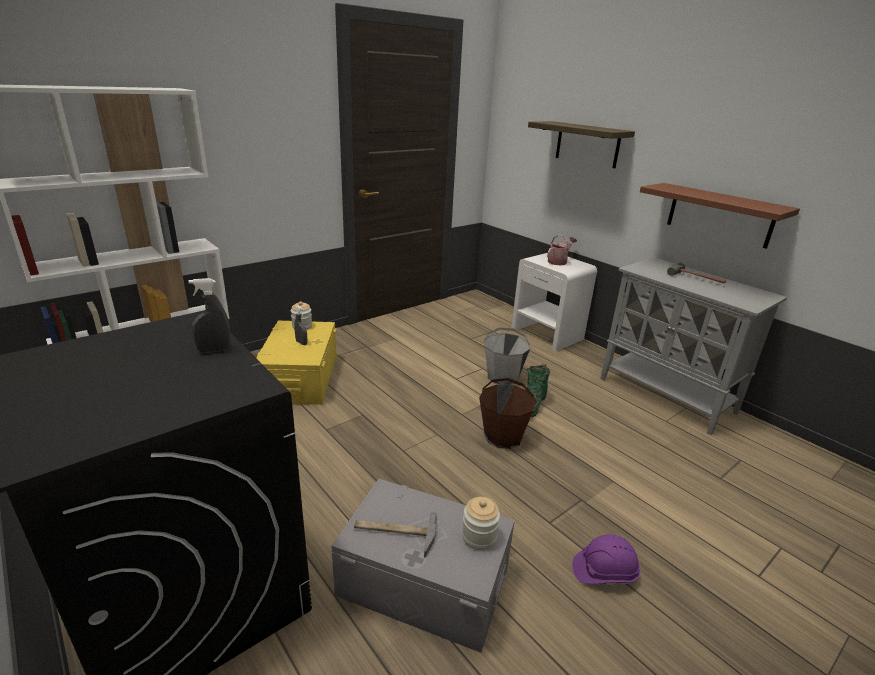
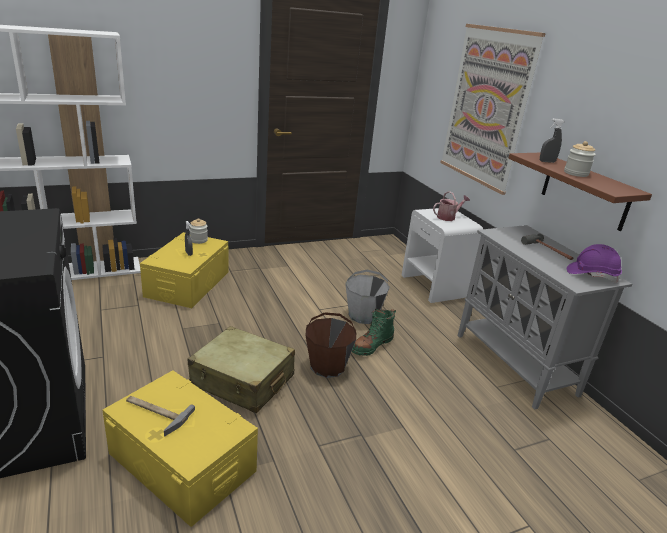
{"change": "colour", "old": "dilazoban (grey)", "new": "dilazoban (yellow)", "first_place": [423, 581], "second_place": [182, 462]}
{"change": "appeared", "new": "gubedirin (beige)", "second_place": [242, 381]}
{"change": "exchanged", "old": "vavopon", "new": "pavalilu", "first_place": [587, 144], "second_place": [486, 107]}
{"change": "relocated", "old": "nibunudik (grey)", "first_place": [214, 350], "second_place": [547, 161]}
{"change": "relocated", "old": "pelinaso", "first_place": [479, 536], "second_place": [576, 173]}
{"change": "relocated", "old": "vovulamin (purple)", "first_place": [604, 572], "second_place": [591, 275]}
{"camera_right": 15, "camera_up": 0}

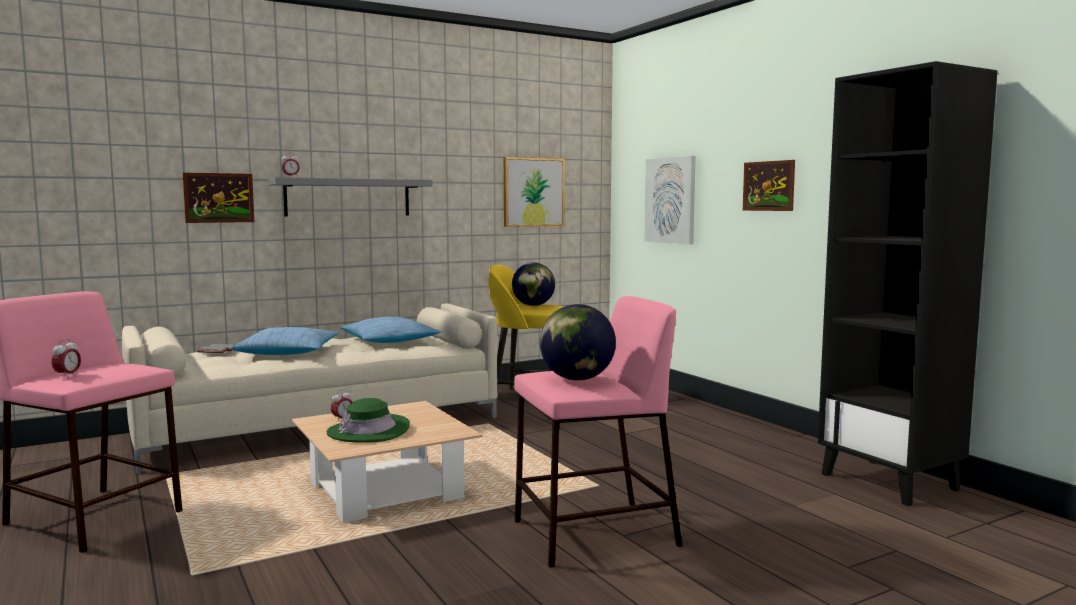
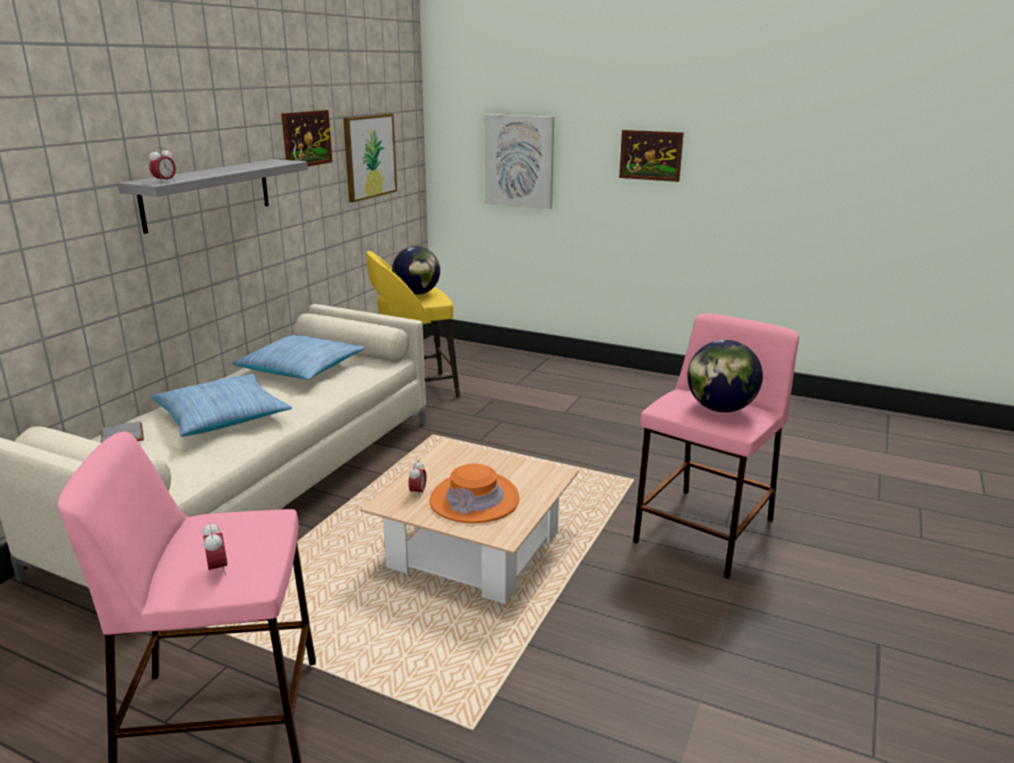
{"change": "relocated", "old": "pavalilu", "first_place": [219, 197], "second_place": [306, 139]}
{"change": "colour", "old": "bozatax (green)", "new": "bozatax (orange)", "first_place": [369, 431], "second_place": [474, 500]}
{"change": "missing", "old": "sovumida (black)", "first_place": [890, 482]}
{"camera_right": -35, "camera_up": 15}

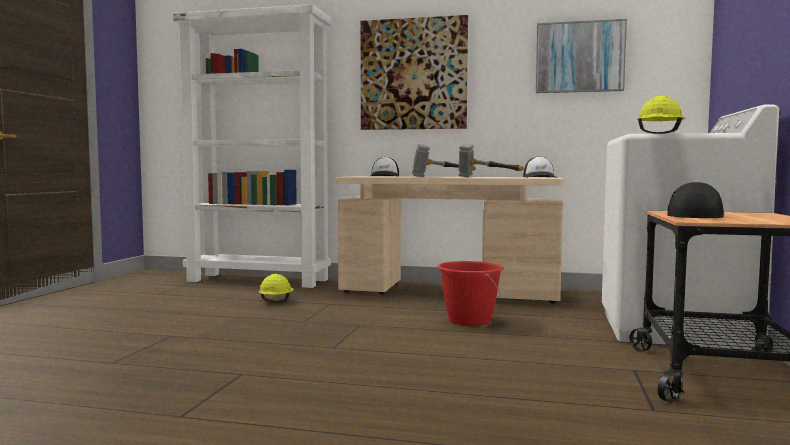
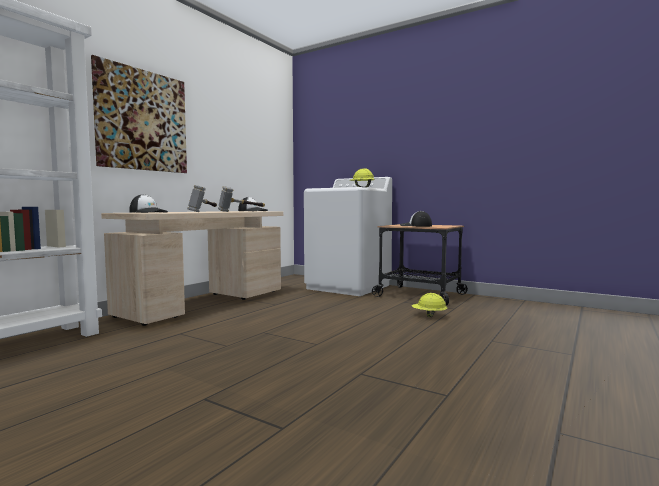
{"change": "relocated", "old": "vovulamin (yellow)", "first_place": [276, 301], "second_place": [429, 316]}
{"change": "missing", "old": "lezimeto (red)", "first_place": [469, 321]}
{"change": "missing", "old": "pavalilu", "first_place": [579, 57]}
{"camera_right": -70, "camera_up": 0}

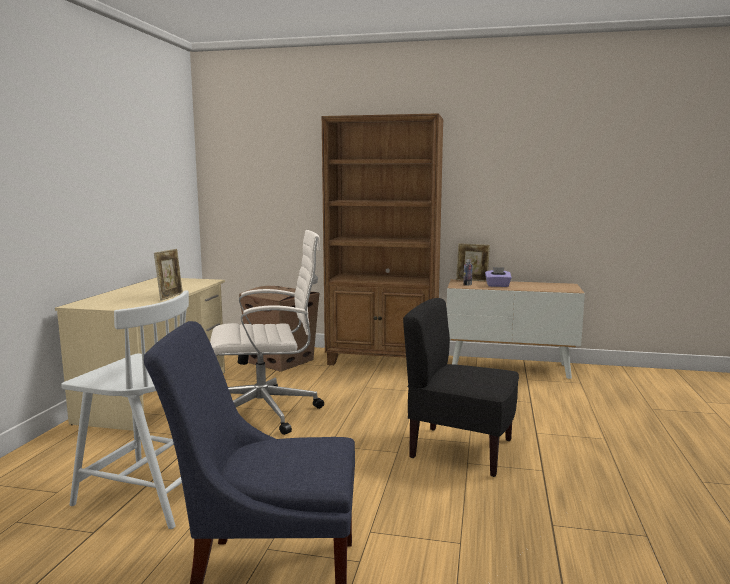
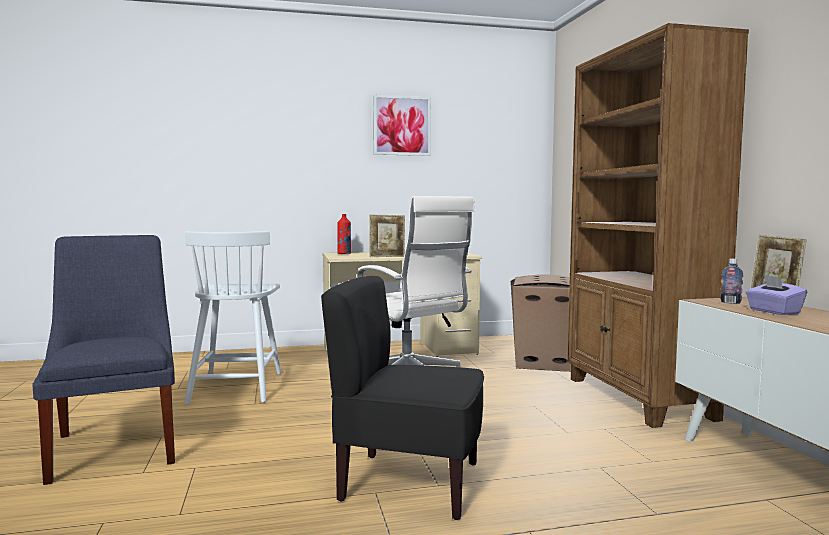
{"change": "spun", "old": "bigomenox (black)", "first_place": [460, 450], "second_place": [410, 483], "degrees": -75}
{"change": "appeared", "new": "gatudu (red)", "second_place": [344, 254]}
{"change": "appeared", "new": "pavalilu", "second_place": [402, 126]}
{"camera_right": 65, "camera_up": -5}

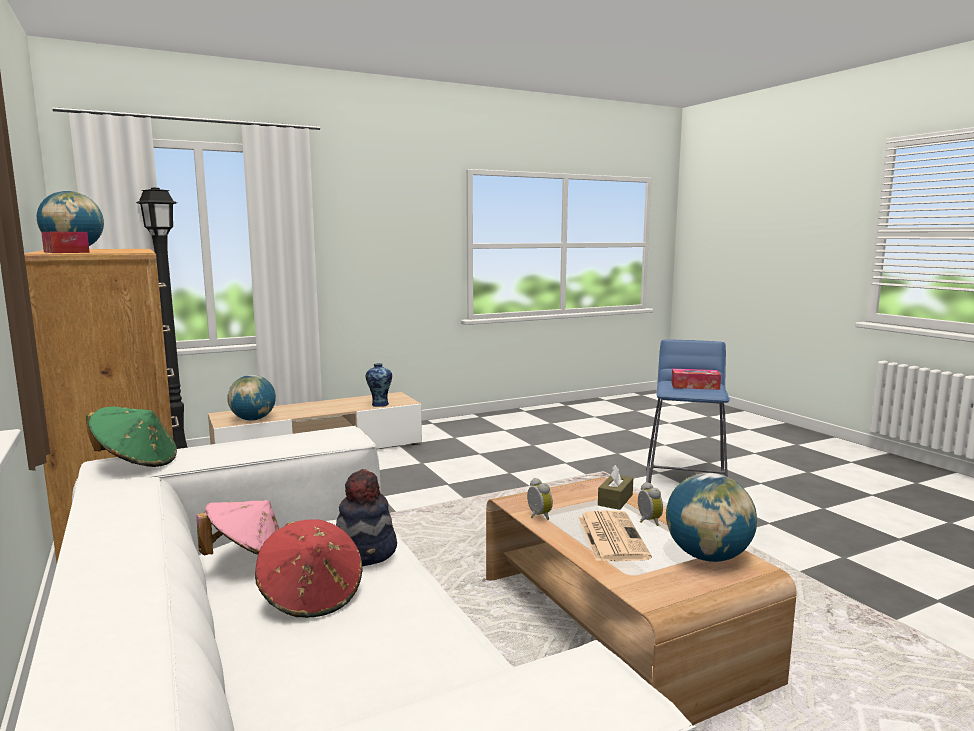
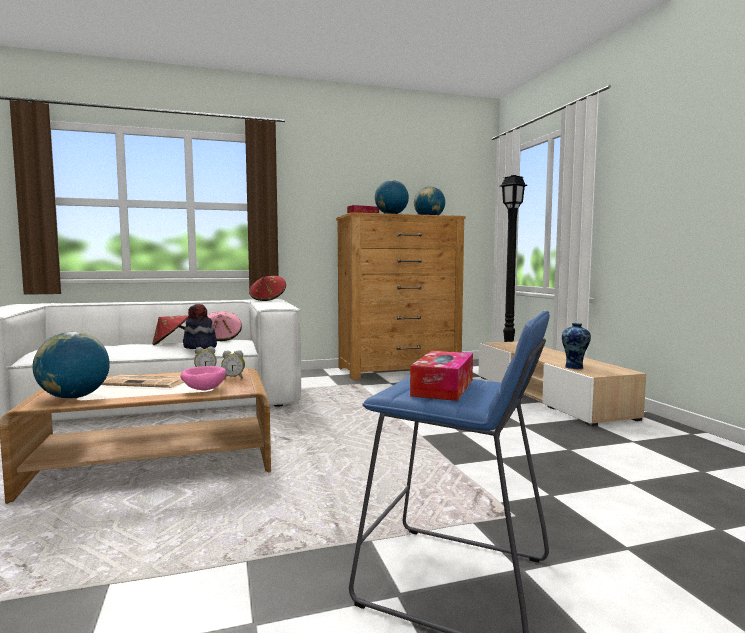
{"change": "exchanged", "old": "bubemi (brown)", "new": "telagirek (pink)", "first_place": [615, 500], "second_place": [203, 389]}
{"change": "relocated", "old": "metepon", "first_place": [647, 521], "second_place": [233, 378]}
{"change": "colour", "old": "bozatax (green)", "new": "bozatax (red)", "first_place": [136, 463], "second_place": [268, 299]}
{"change": "relocated", "old": "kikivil", "first_place": [253, 419], "second_place": [391, 214]}
{"camera_right": 100, "camera_up": -5}

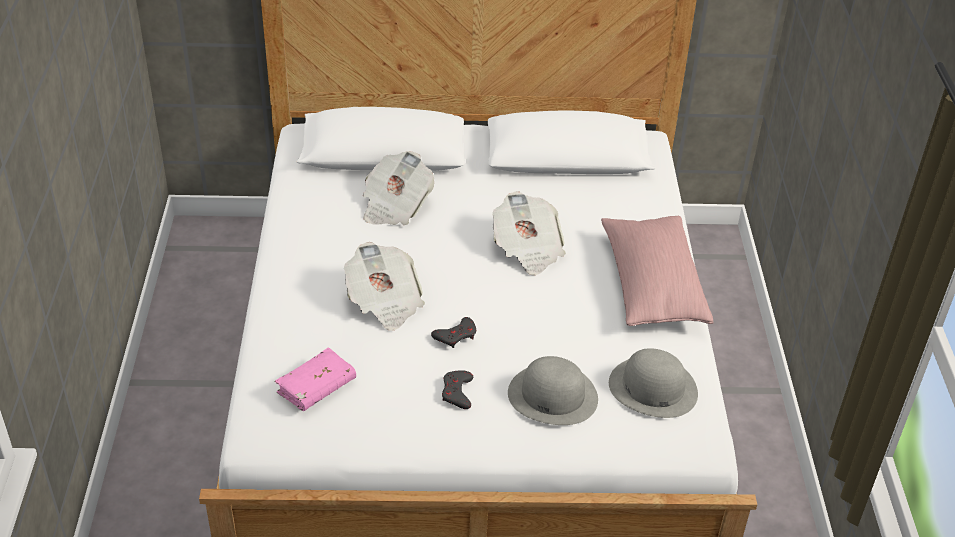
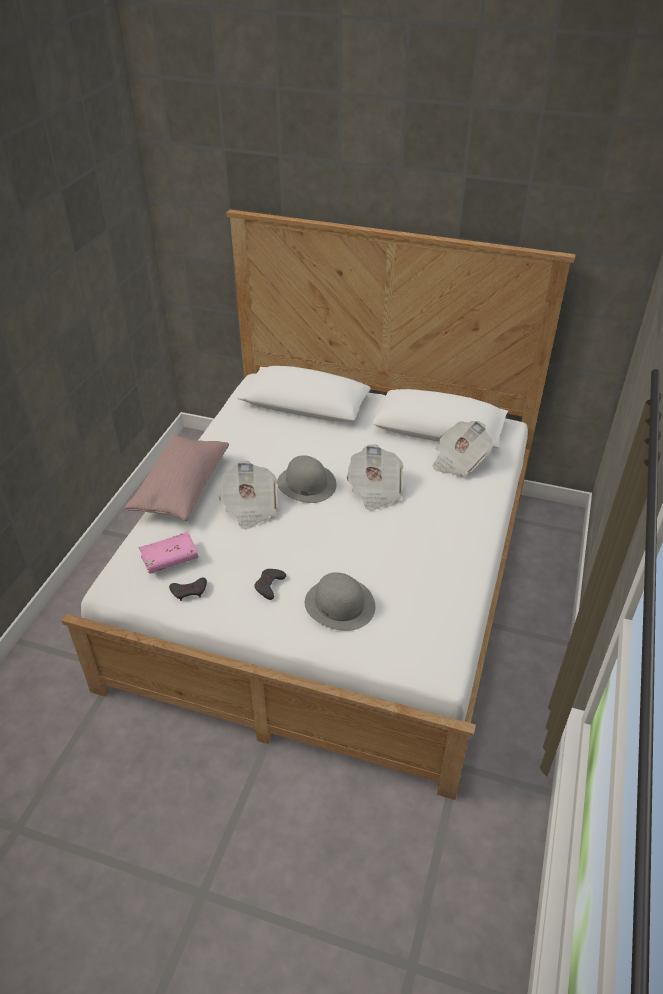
{"change": "relocated", "old": "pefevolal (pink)", "first_place": [652, 286], "second_place": [181, 488]}
{"change": "relocated", "old": "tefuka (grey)", "first_place": [456, 336], "second_place": [189, 591]}
{"change": "relocated", "old": "bozatax (grey)", "first_place": [652, 388], "second_place": [306, 483]}
{"change": "relocated", "old": "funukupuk", "first_place": [395, 206], "second_place": [459, 461]}
{"camera_right": 20, "camera_up": 0}

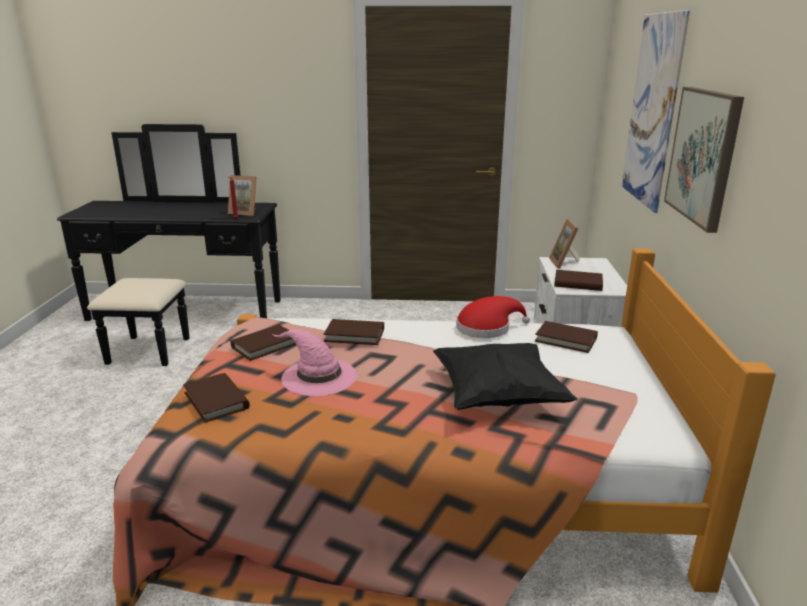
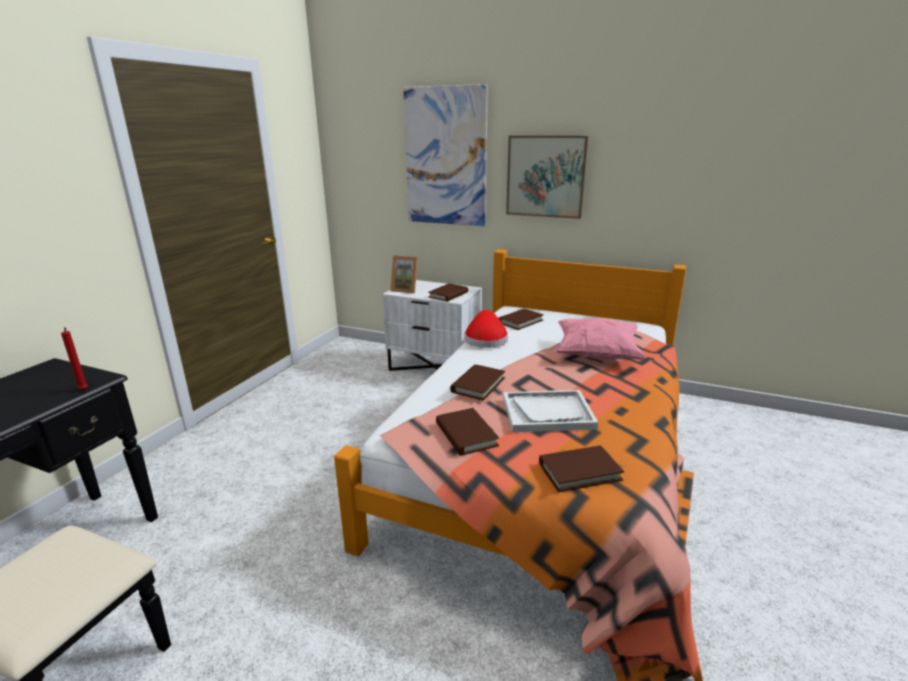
{"change": "exchanged", "old": "bozatax (pink)", "new": "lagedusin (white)", "first_place": [318, 376], "second_place": [548, 413]}
{"change": "colour", "old": "pefevolal (black)", "new": "pefevolal (pink)", "first_place": [498, 397], "second_place": [596, 355]}
{"change": "missing", "old": "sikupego", "first_place": [245, 212]}
{"camera_right": -70, "camera_up": 0}

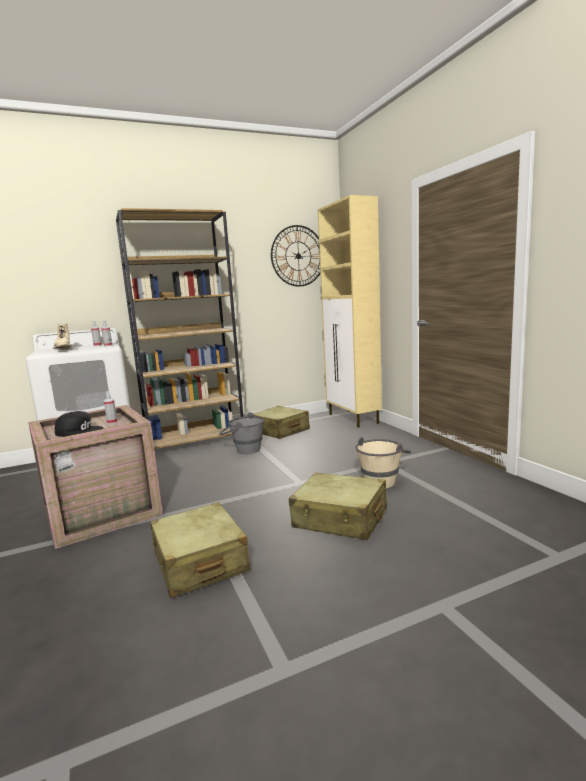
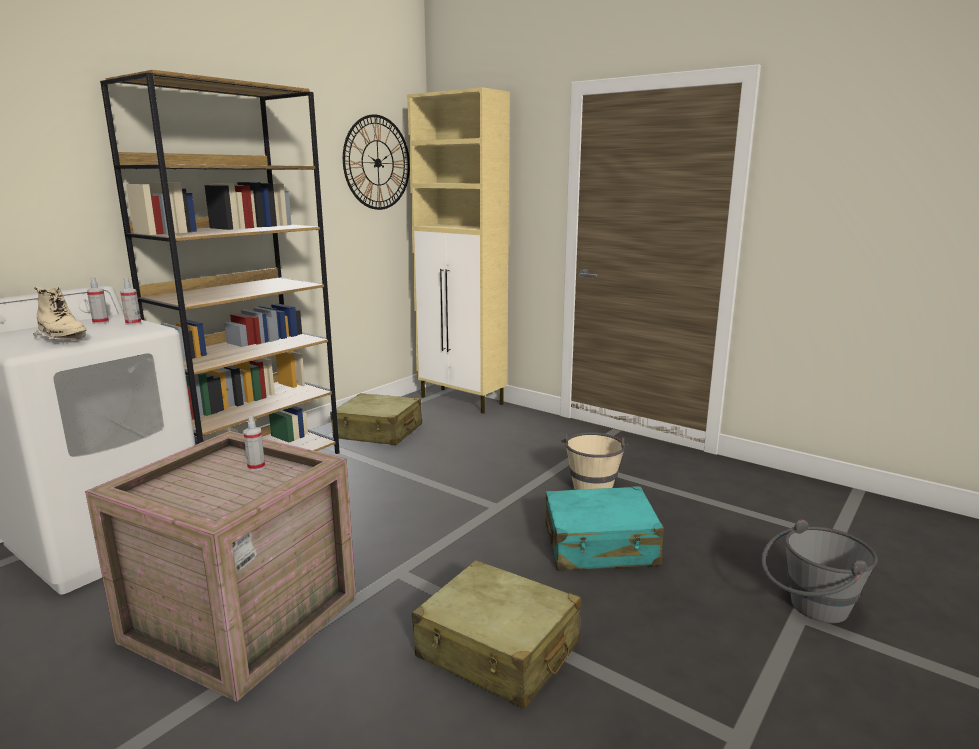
{"change": "colour", "old": "gubedirin (beige)", "new": "gubedirin (turquoise)", "first_place": [340, 519], "second_place": [600, 545]}
{"change": "relocated", "old": "lezimeto (grey)", "first_place": [243, 449], "second_place": [810, 609]}
{"change": "missing", "old": "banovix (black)", "first_place": [79, 431]}
{"camera_right": -30, "camera_up": 5}

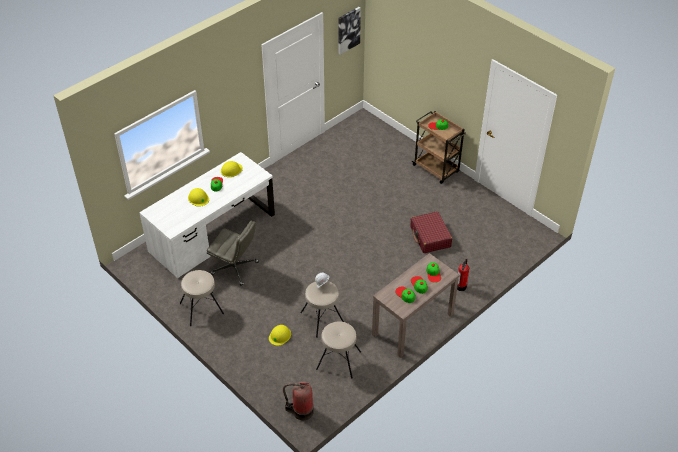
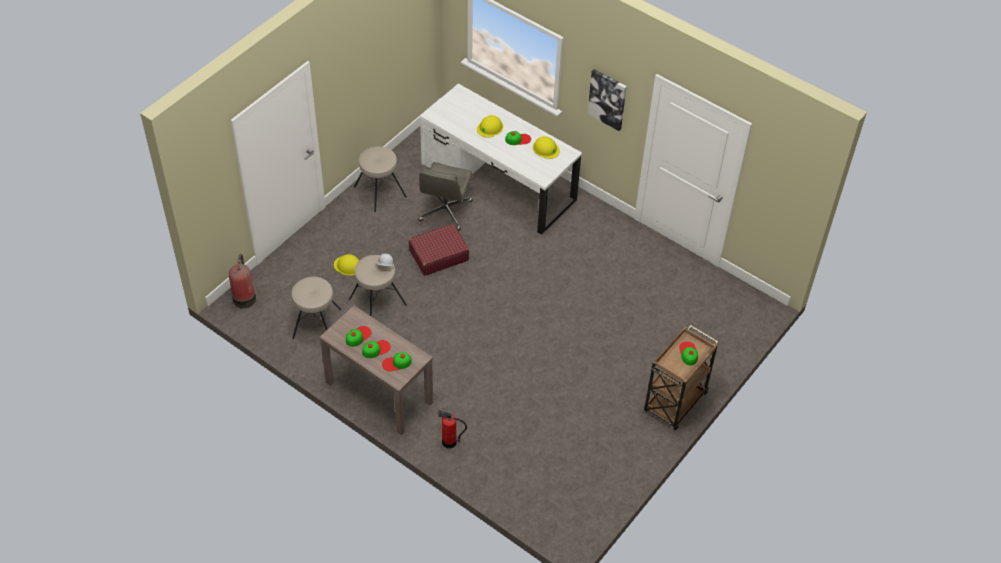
{"change": "relocated", "old": "gubedirin (red)", "first_place": [430, 237], "second_place": [438, 255]}
{"change": "relocated", "old": "pavalilu", "first_place": [348, 30], "second_place": [607, 99]}
{"camera_right": 80, "camera_up": 5}

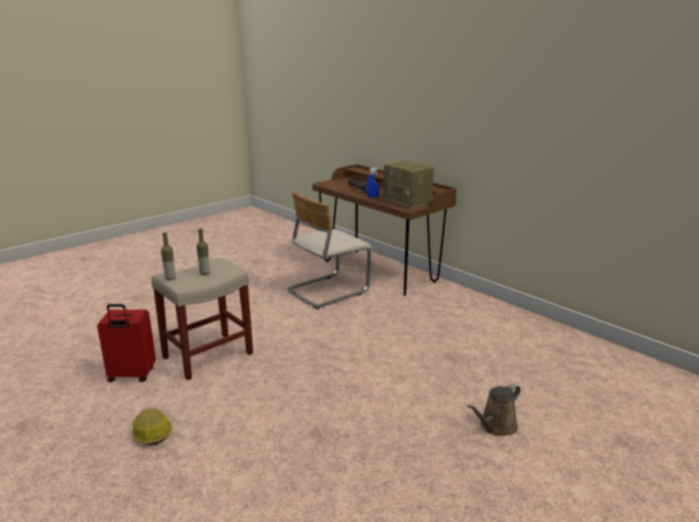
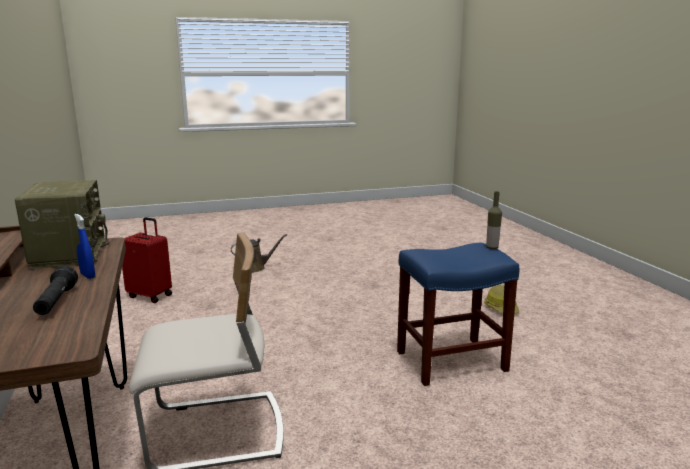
{"change": "relocated", "old": "gubedirin (red)", "first_place": [131, 376], "second_place": [151, 295]}
{"change": "colour", "old": "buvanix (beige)", "new": "buvanix (blue)", "first_place": [209, 355], "second_place": [450, 361]}
{"change": "missing", "old": "gatudu", "first_place": [204, 273]}
{"camera_right": -155, "camera_up": -5}

